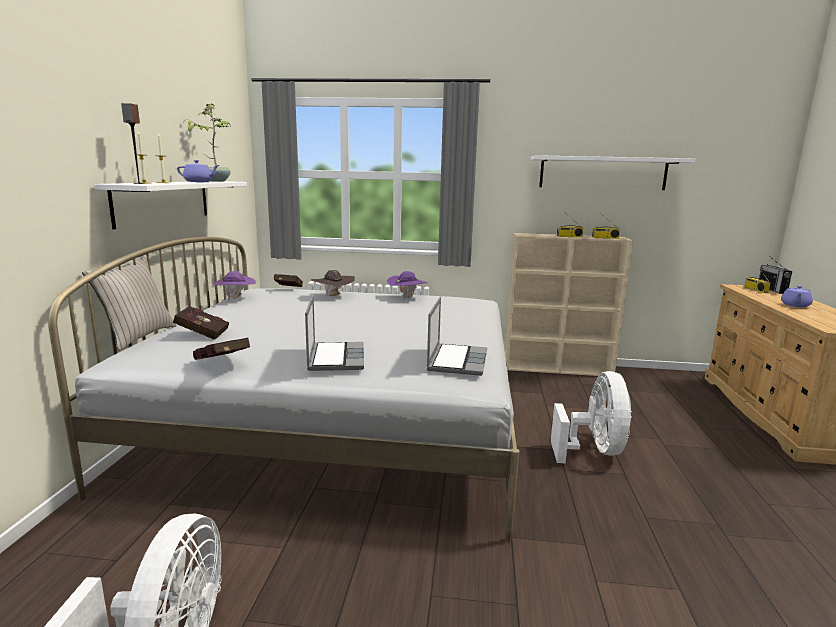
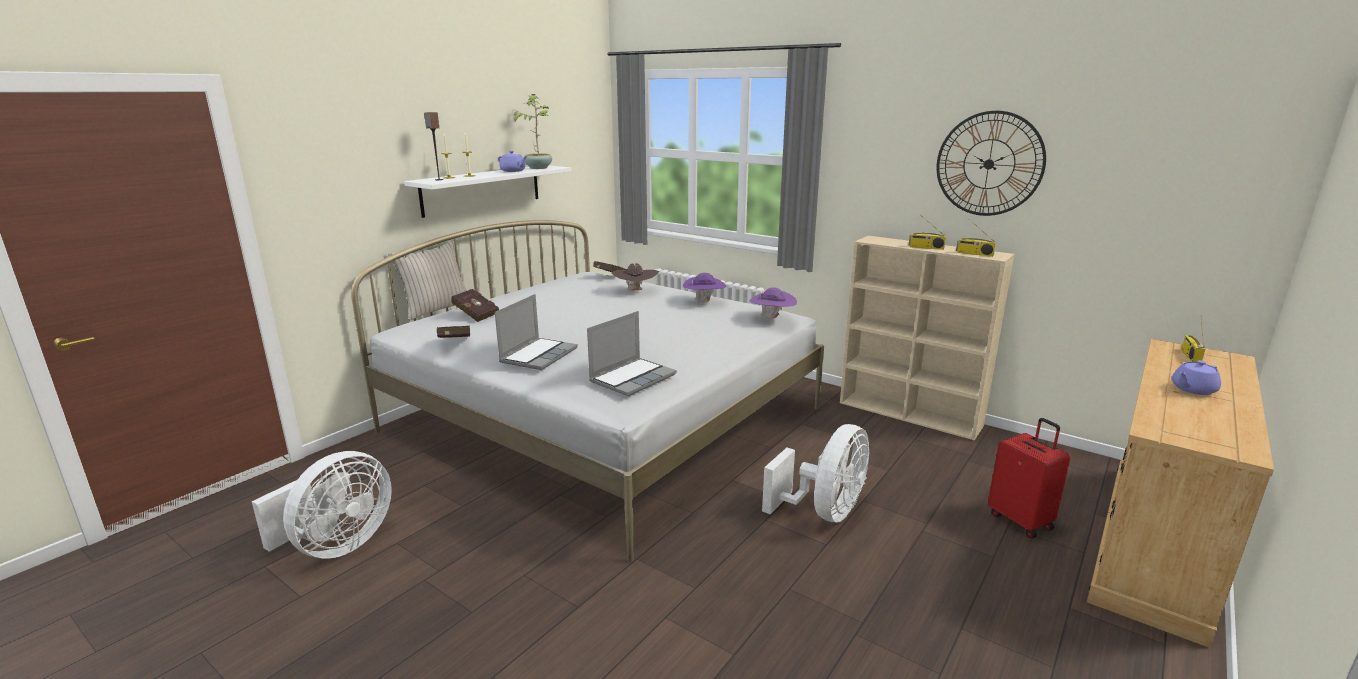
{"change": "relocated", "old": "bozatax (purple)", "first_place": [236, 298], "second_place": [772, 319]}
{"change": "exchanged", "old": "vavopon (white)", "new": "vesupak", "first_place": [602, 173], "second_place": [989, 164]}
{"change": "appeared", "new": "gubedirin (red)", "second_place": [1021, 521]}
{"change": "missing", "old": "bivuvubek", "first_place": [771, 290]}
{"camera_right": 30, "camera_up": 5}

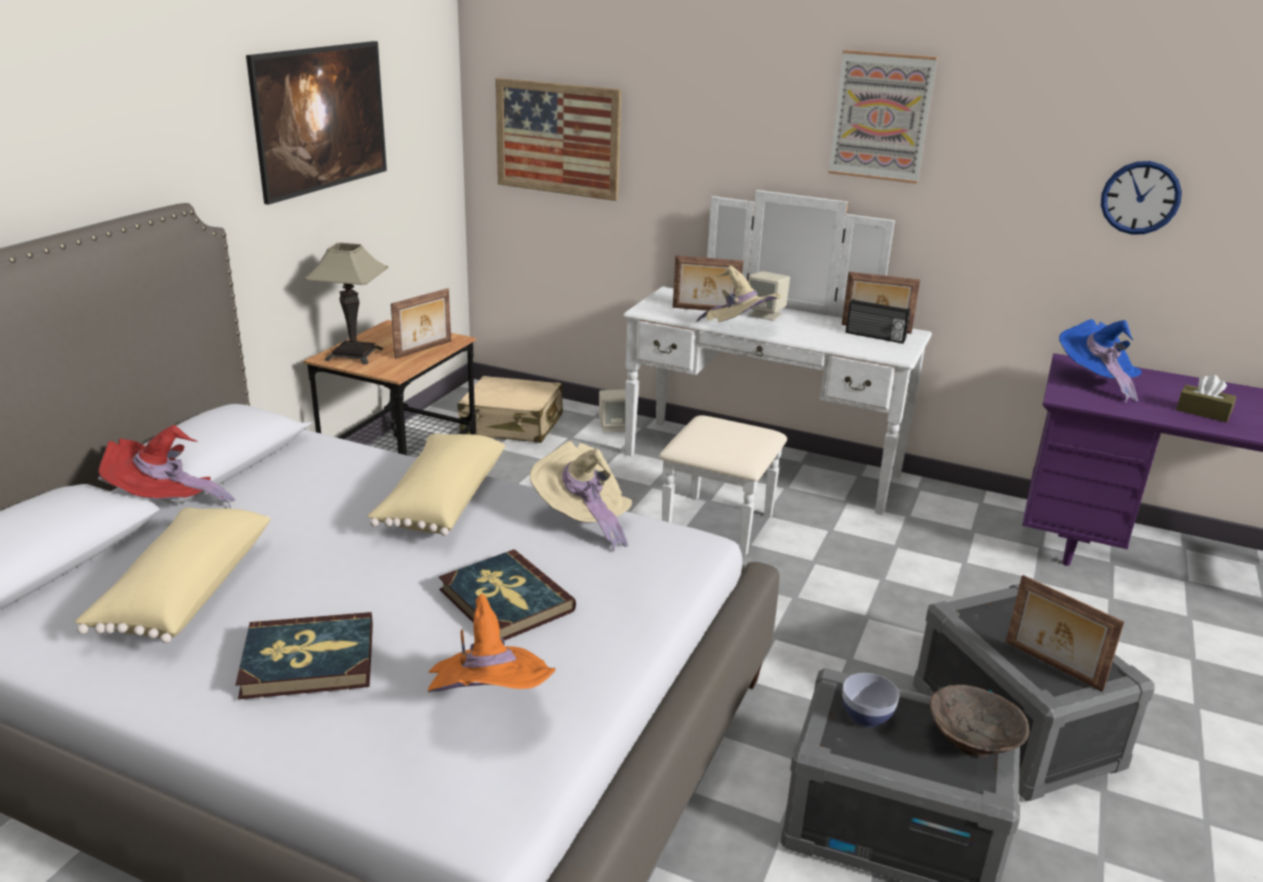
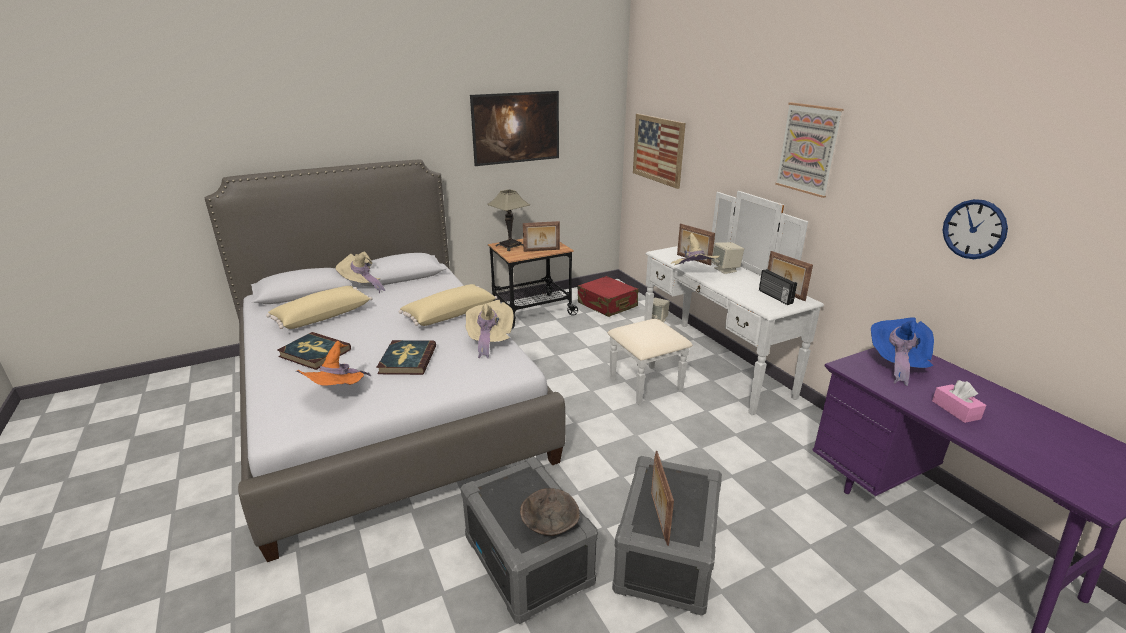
{"change": "colour", "old": "bozatax (red)", "new": "bozatax (beige)", "first_place": [166, 505], "second_place": [363, 286]}
{"change": "colour", "old": "gubedirin (beige)", "new": "gubedirin (red)", "first_place": [512, 425], "second_place": [607, 305]}
{"change": "colour", "old": "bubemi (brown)", "new": "bubemi (pink)", "first_place": [1203, 412], "second_place": [955, 410]}
{"change": "missing", "old": "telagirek", "first_place": [866, 716]}
{"camera_right": 40, "camera_up": 0}

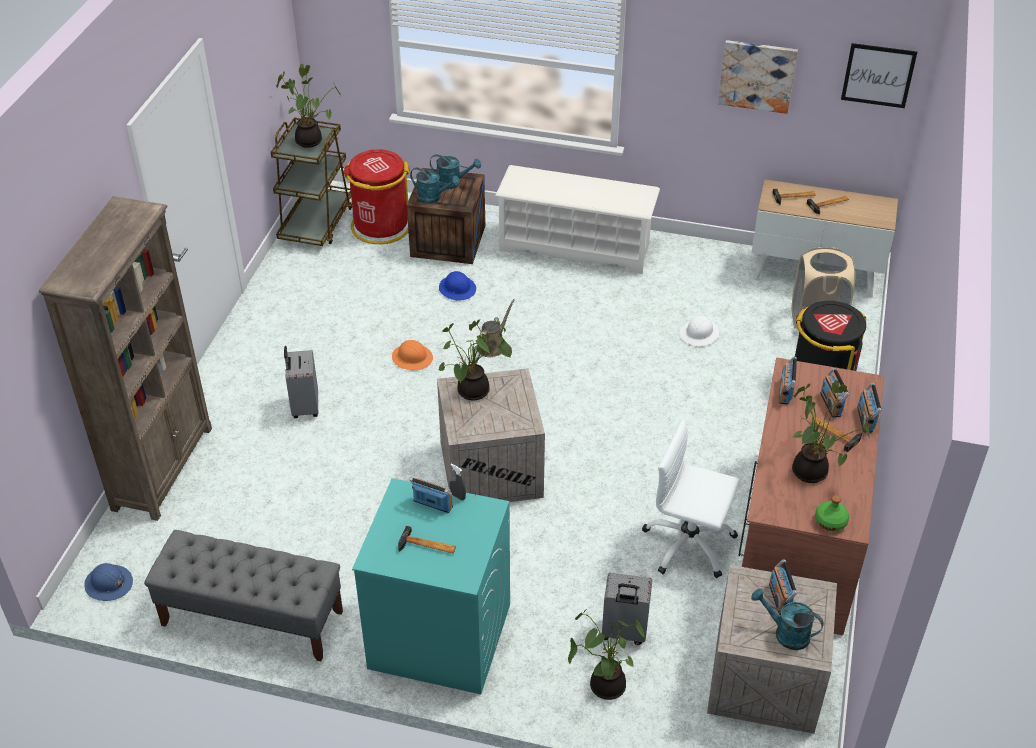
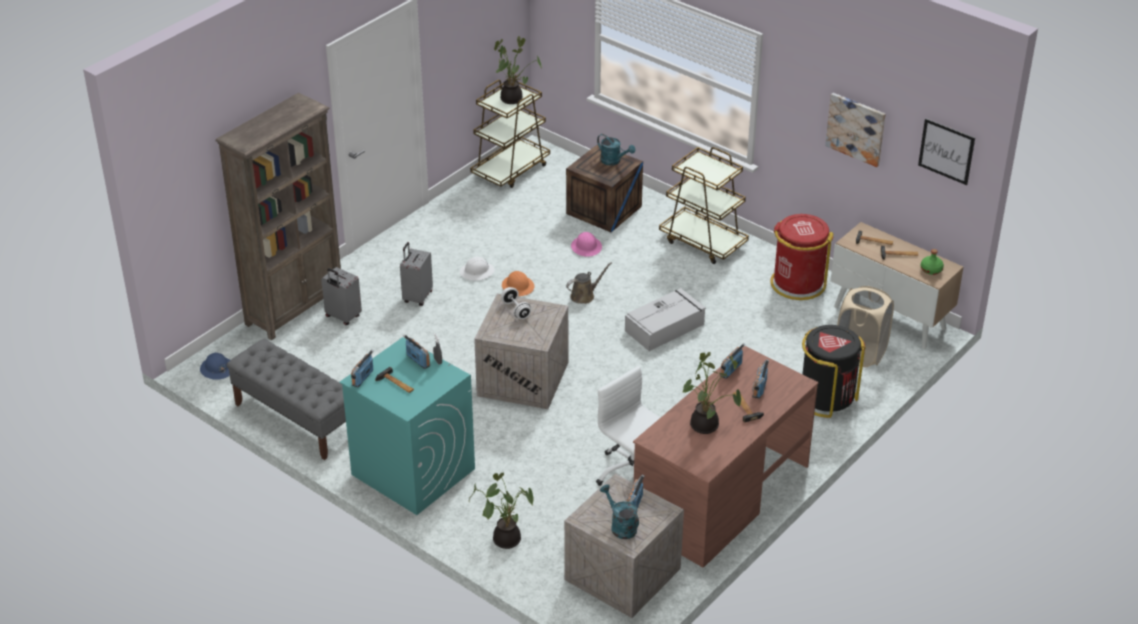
{"change": "relocated", "old": "gubedirin (grey)", "first_place": [623, 632], "second_place": [342, 317]}
{"change": "relocated", "old": "bivuvubek", "first_place": [865, 419], "second_place": [363, 378]}
{"change": "relocated", "old": "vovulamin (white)", "first_place": [699, 334], "second_place": [477, 272]}
{"change": "exchanged", "old": "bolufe", "new": "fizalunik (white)", "first_place": [473, 393], "second_place": [516, 310]}
{"change": "colour", "old": "vovulamin (blue)", "new": "vovulamin (pink)", "first_place": [457, 289], "second_place": [586, 247]}
{"change": "appeared", "new": "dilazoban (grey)", "second_place": [665, 327]}
{"change": "exchanged", "old": "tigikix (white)", "new": "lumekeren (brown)", "first_place": [576, 247], "second_place": [703, 242]}
{"change": "relocated", "old": "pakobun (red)", "first_place": [380, 226], "second_place": [797, 283]}
{"change": "relocated", "old": "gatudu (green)", "first_place": [830, 521], "second_place": [931, 270]}
{"change": "missing", "old": "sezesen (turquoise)", "first_place": [433, 198]}
{"camera_right": 25, "camera_up": -5}

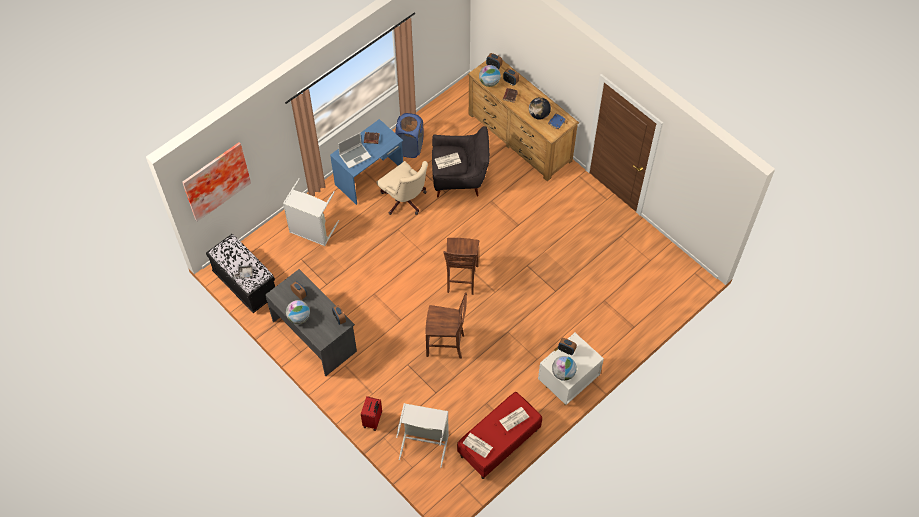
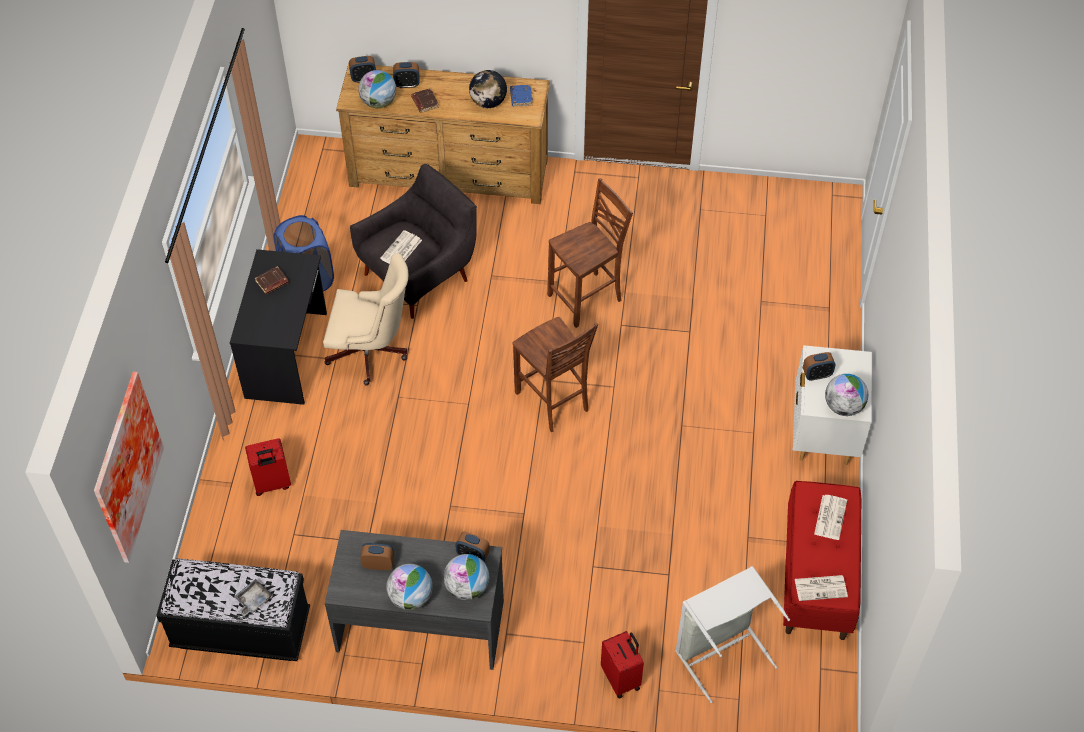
{"change": "colour", "old": "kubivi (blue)", "new": "kubivi (black)", "first_place": [370, 177], "second_place": [288, 354]}
{"change": "exchanged", "old": "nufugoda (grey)", "new": "gubedirin (red)", "first_place": [312, 231], "second_place": [272, 484]}
{"change": "appeared", "new": "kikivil", "second_place": [467, 587]}
{"change": "relocated", "old": "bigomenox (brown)", "first_place": [446, 345], "second_place": [587, 298]}
{"change": "missing", "old": "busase", "first_place": [355, 156]}
{"camera_right": -40, "camera_up": -5}

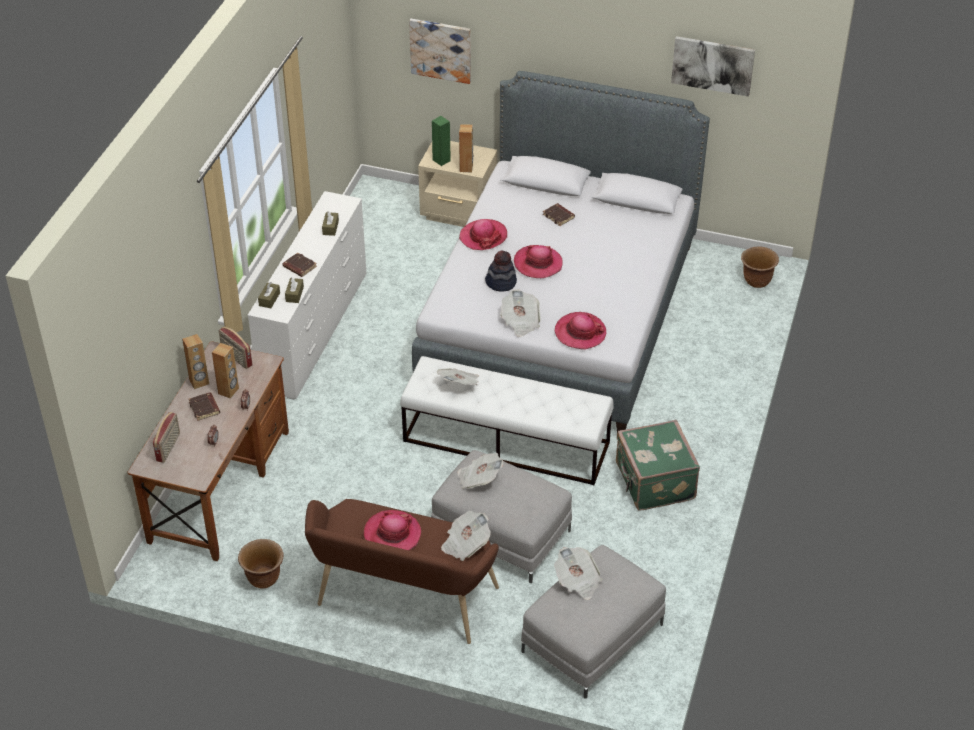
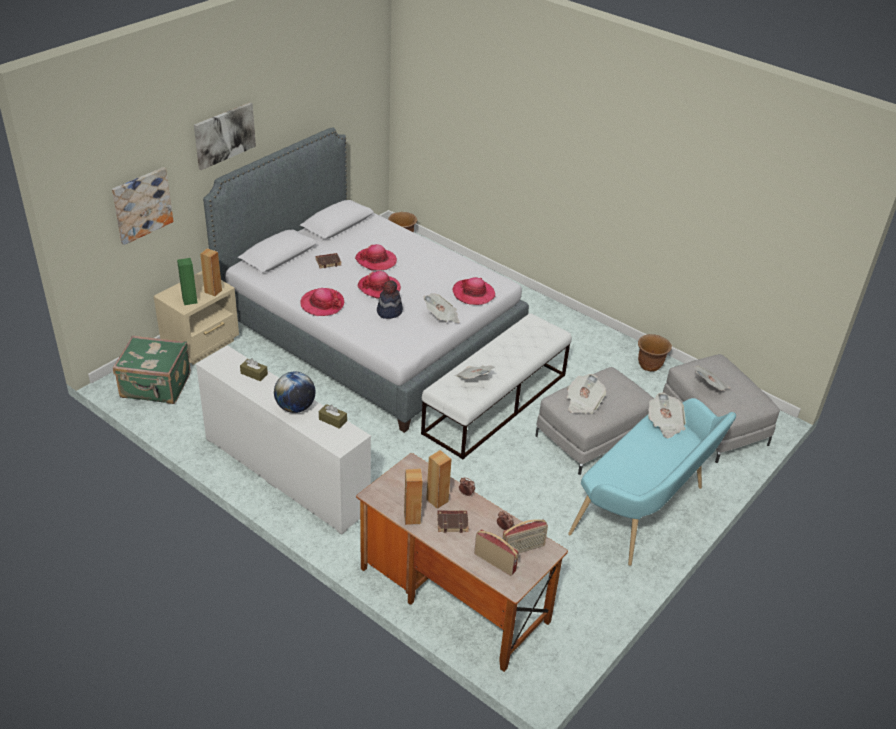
{"change": "relocated", "old": "gubedirin (green)", "first_place": [653, 482], "second_place": [156, 387]}
{"change": "relocated", "old": "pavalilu", "first_place": [713, 65], "second_place": [224, 135]}
{"change": "exchanged", "old": "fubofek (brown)", "new": "kikivil", "first_place": [299, 267], "second_place": [295, 407]}
{"change": "relocated", "old": "bozatax", "first_place": [392, 534], "second_place": [376, 261]}
{"change": "relocated", "old": "bivuvubek", "first_place": [236, 358], "second_place": [523, 549]}
{"change": "colour", "old": "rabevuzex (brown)", "new": "rabevuzex (turquoise)", "first_place": [402, 601], "second_place": [644, 512]}
{"change": "relocated", "old": "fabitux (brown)", "first_place": [264, 579], "second_place": [649, 365]}
{"change": "missing", "old": "bubemi (brown)", "first_place": [269, 299]}
{"camera_right": -70, "camera_up": -5}

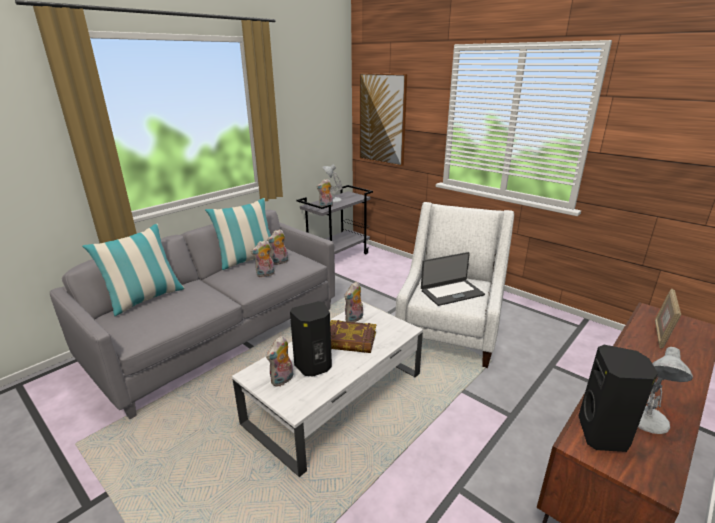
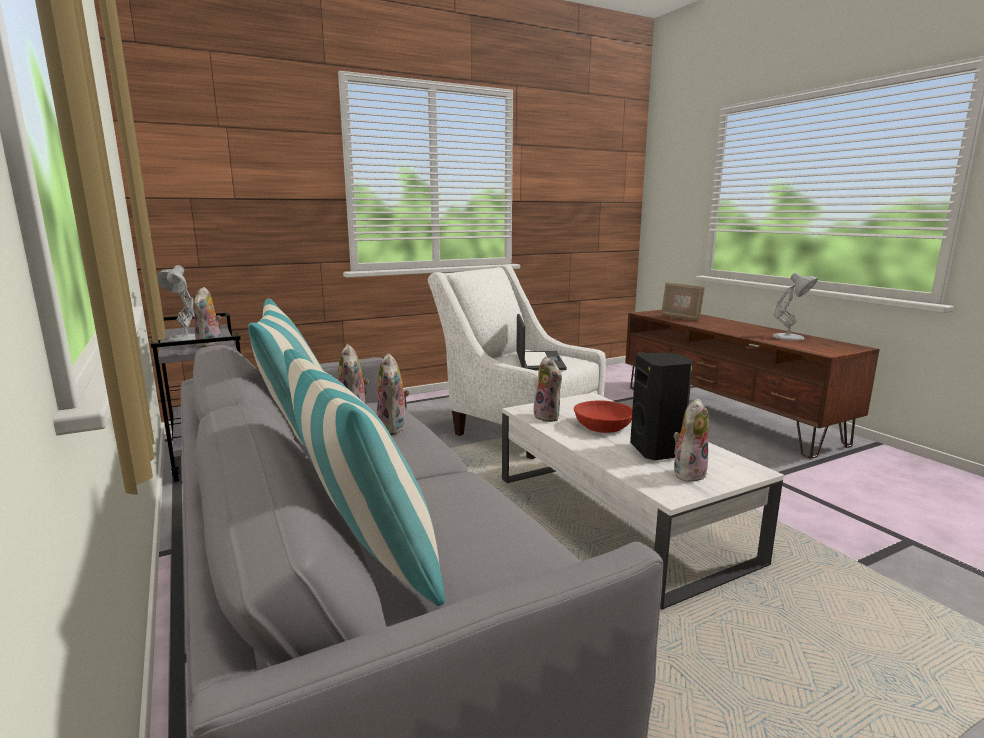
{"change": "exchanged", "old": "fubofek", "new": "telagirek (red)", "first_place": [350, 341], "second_place": [603, 425]}
{"change": "spun", "old": "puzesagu", "first_place": [282, 380], "second_place": [688, 472], "degrees": -105}
{"change": "missing", "old": "pavalilu", "first_place": [382, 119]}
{"change": "missing", "old": "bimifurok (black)", "first_place": [604, 434]}
{"camera_right": -70, "camera_up": -10}

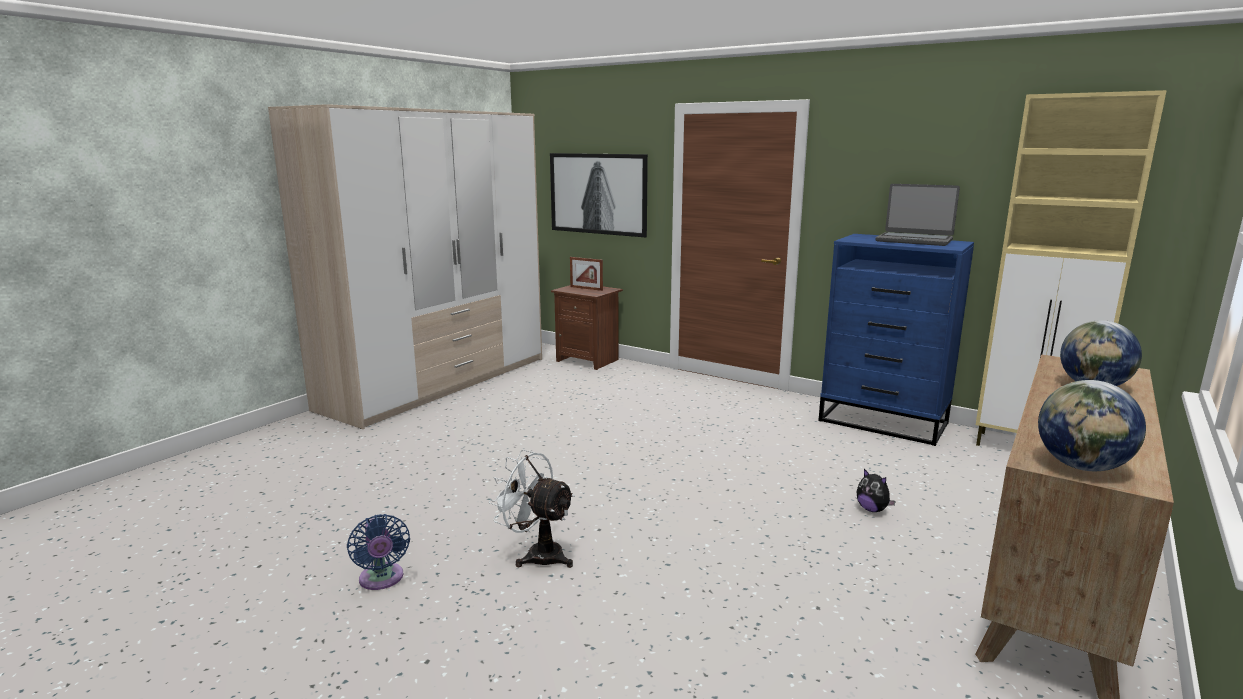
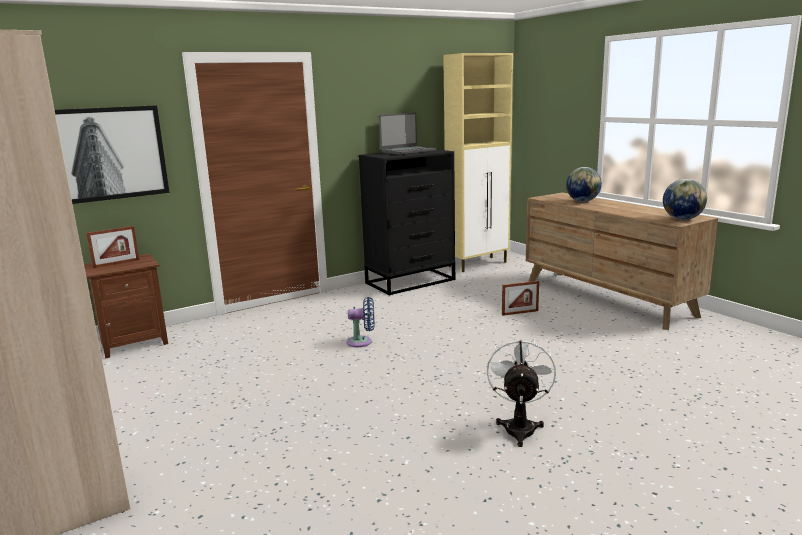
{"change": "relocated", "old": "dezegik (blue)", "first_place": [382, 580], "second_place": [362, 342]}
{"change": "colour", "old": "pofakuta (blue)", "new": "pofakuta (black)", "first_place": [884, 422], "second_place": [411, 281]}
{"change": "spun", "old": "dezegik (white)", "first_place": [537, 554], "second_place": [519, 426], "degrees": 135}
{"change": "exchanged", "old": "puzesagu", "new": "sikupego", "first_place": [872, 509], "second_place": [520, 313]}
{"camera_right": -65, "camera_up": 0}

